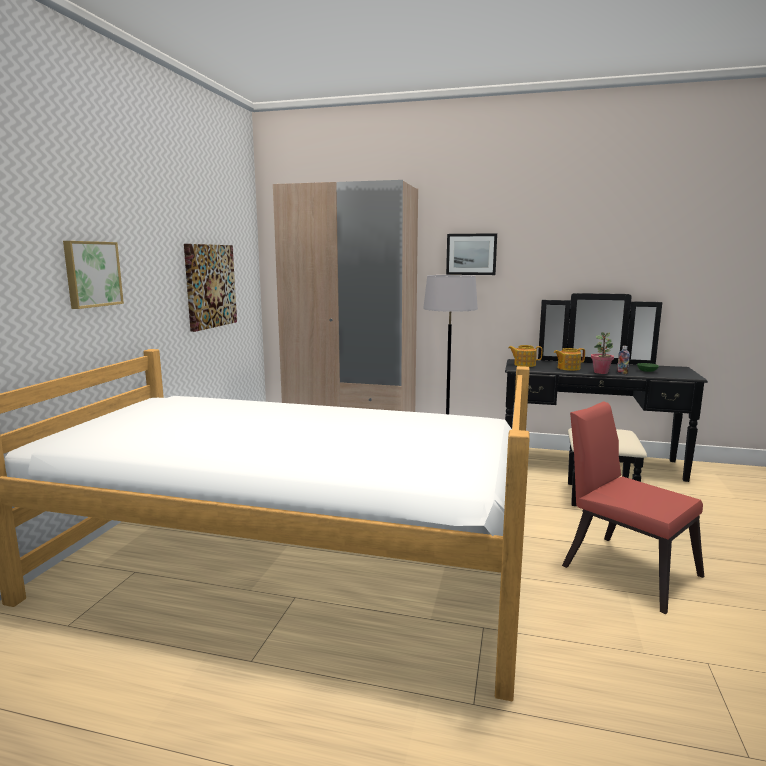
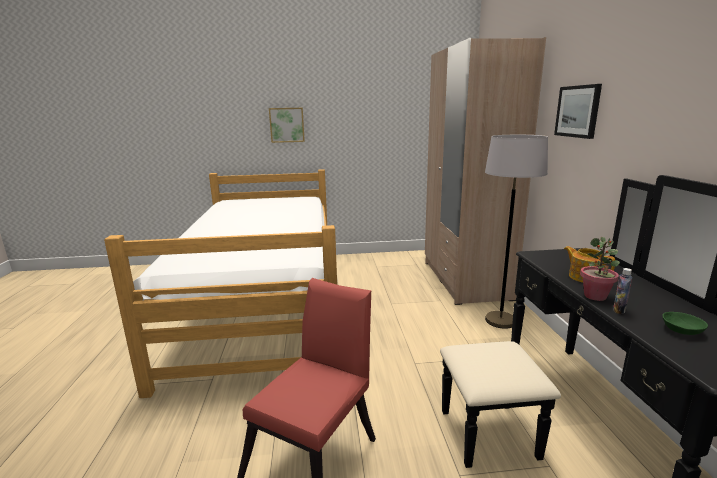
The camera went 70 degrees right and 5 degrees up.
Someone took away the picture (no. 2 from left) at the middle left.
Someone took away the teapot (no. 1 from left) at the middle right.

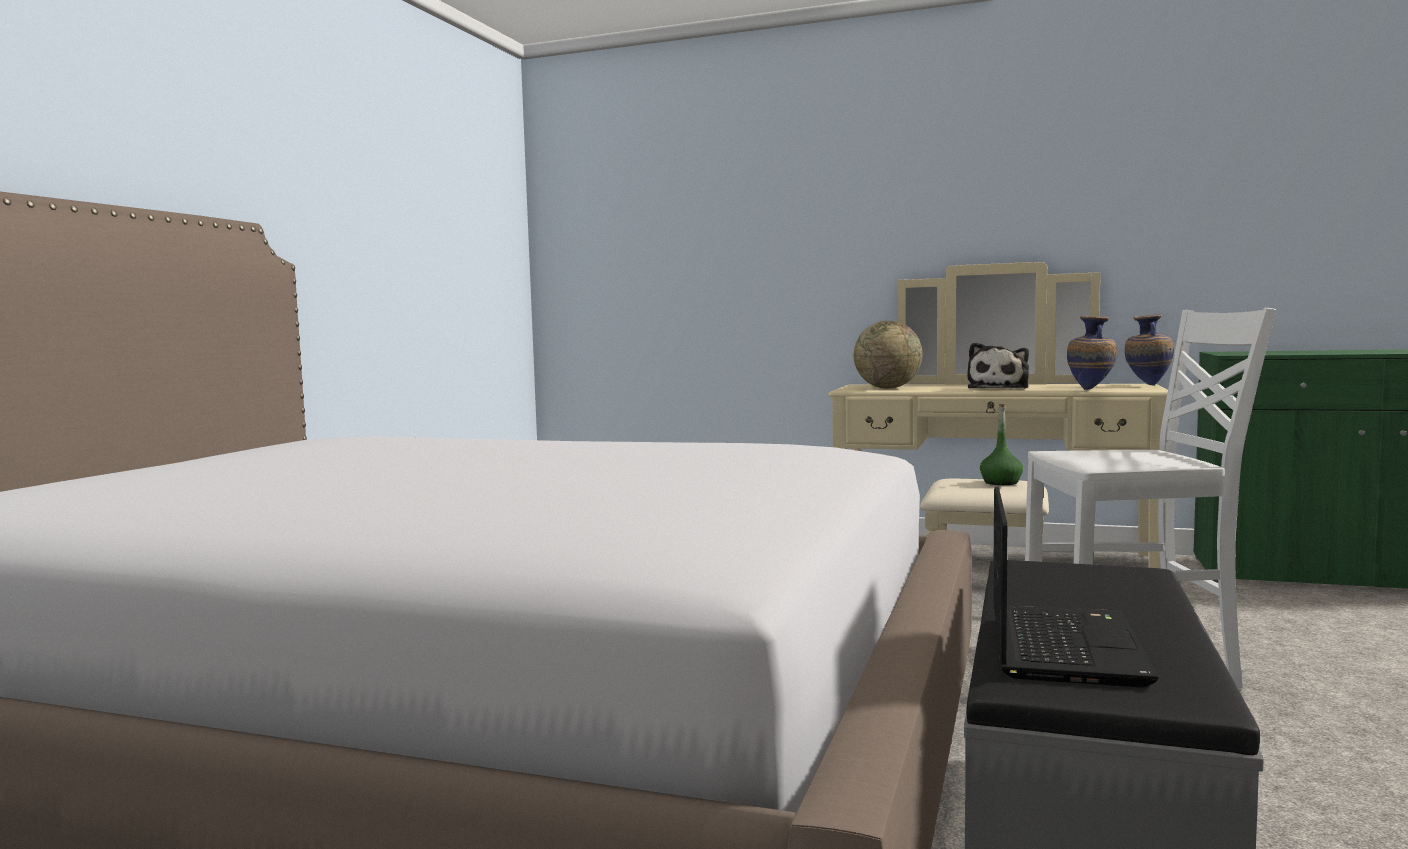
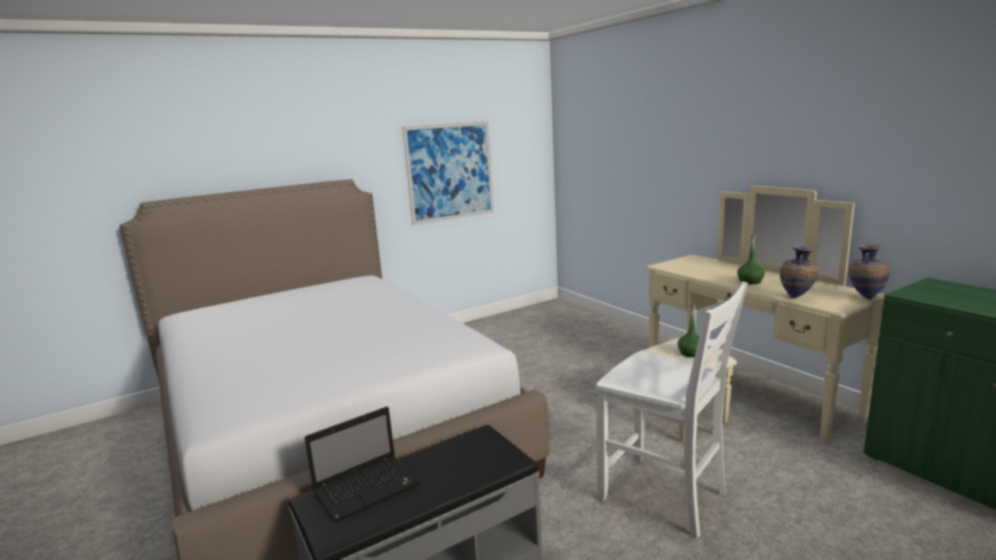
The camera went 40 degrees right and 10 degrees up.
Someone took away the globe at the centre.
Someone swapped the plush toy at the middle right for the green bottle (no. 2 from left) at the middle right.
Someone put up the picture at the top centre.

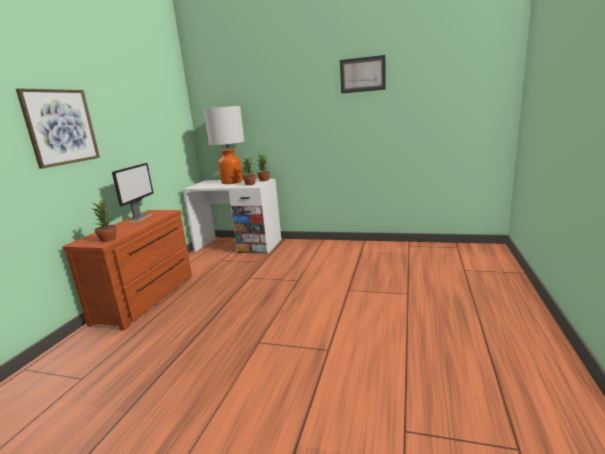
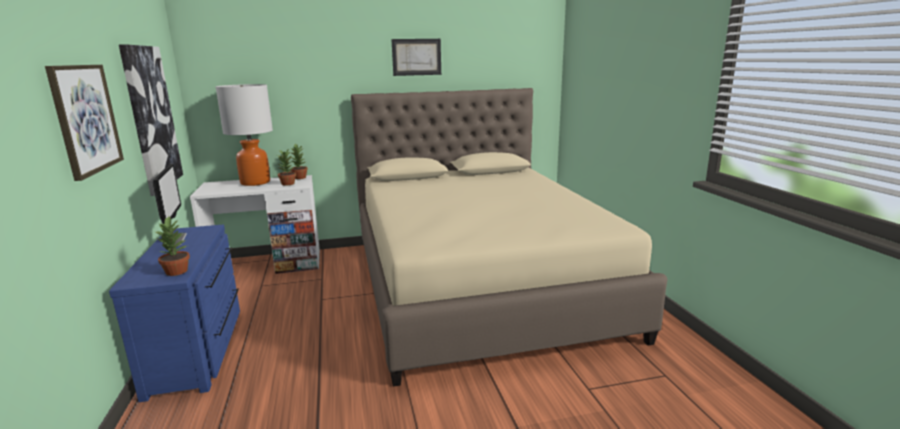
The camera went 30 degrees left and 0 degrees up.
Someone repainted the brown dresser at the middle left, which became the blue dresser at the bottom left.
Someone put up the picture (no. 2 from left) at the top left.
Someone put down the beige bed at the centre.

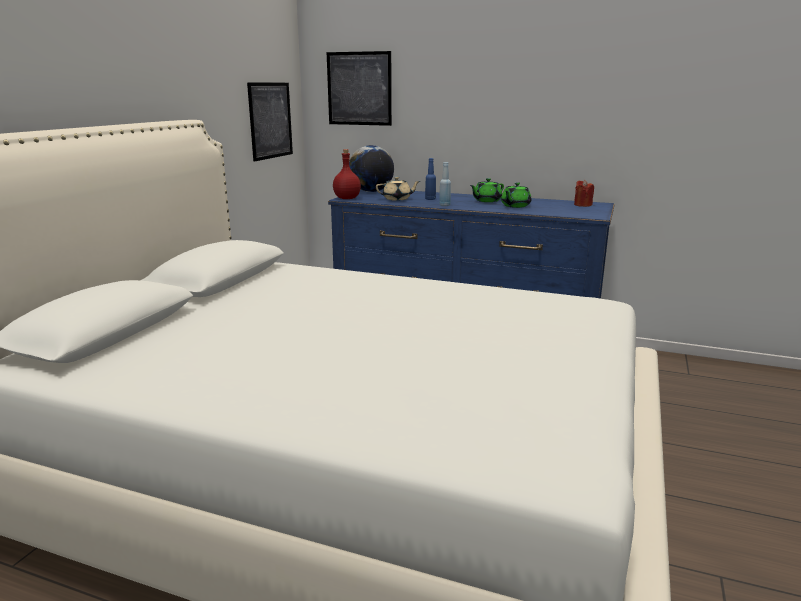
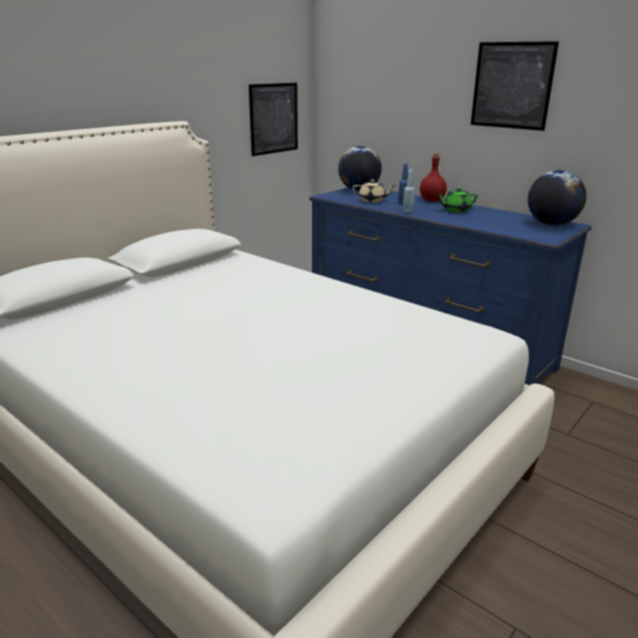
The camera went 20 degrees right and 5 degrees up.
Someone carried the picture (no. 2 from left) from the top centre to the top right.
Someone carried the red bottle from the top centre to the top right.
Someone took away the green teapot (no. 2 from left) at the top centre.
Someone swapped the red candle at the top right for the globe (no. 2 from left) at the top right.

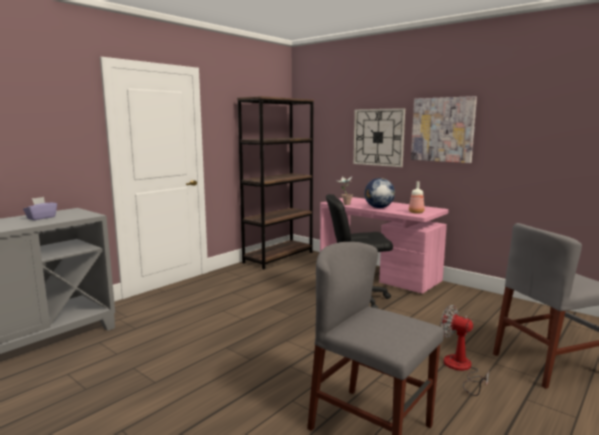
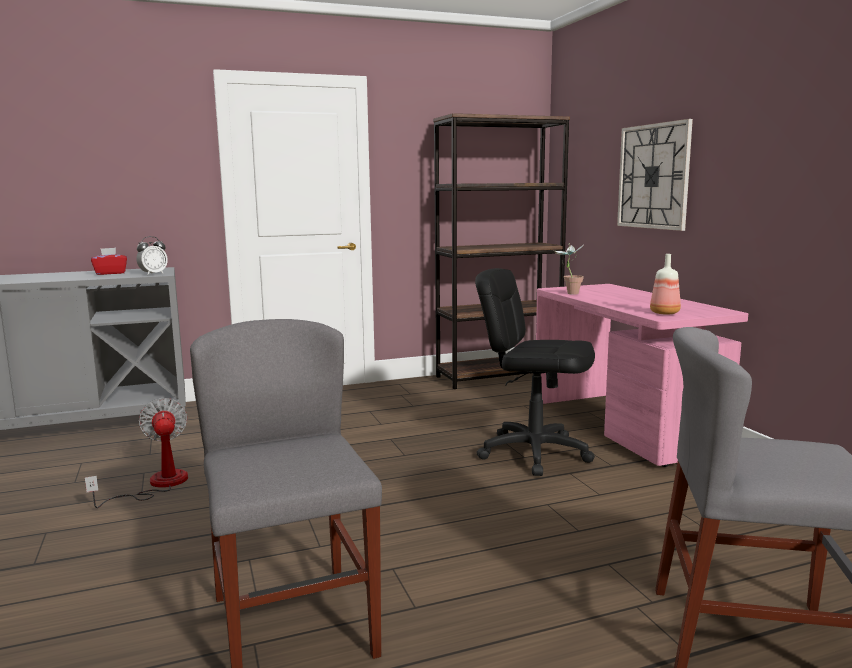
The camera went 30 degrees right and 0 degrees up.
Someone repainted the purple tissue box at the middle left, which became the red tissue box at the middle left.
Someone took away the globe at the centre.
Someone took away the picture at the top right.
Someone carried the fan from the bottom right to the bottom left.
Someone put down the alarm clock at the middle left.

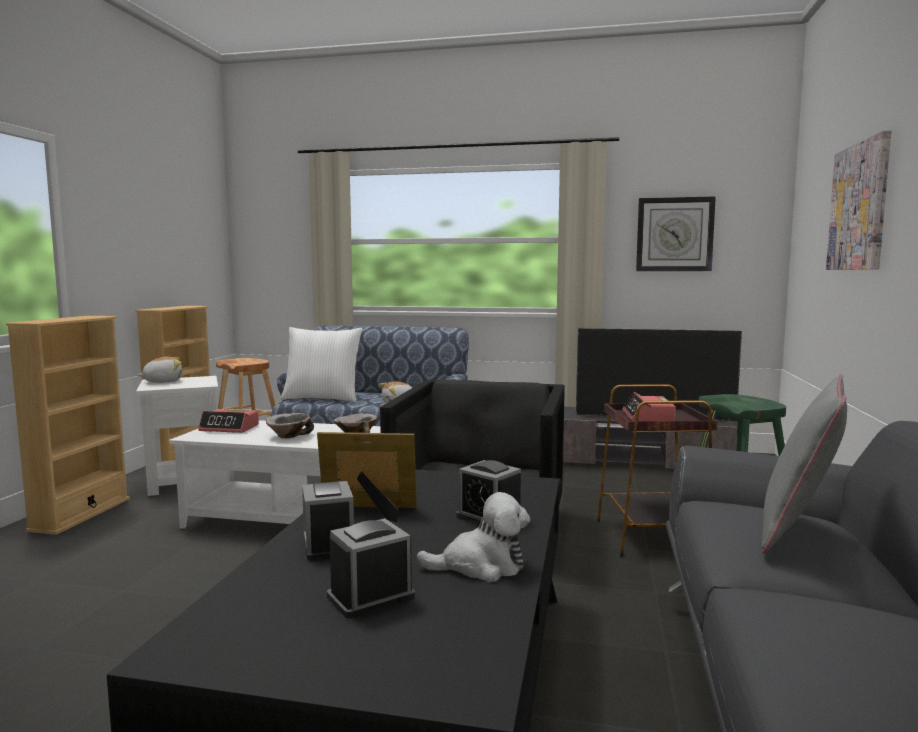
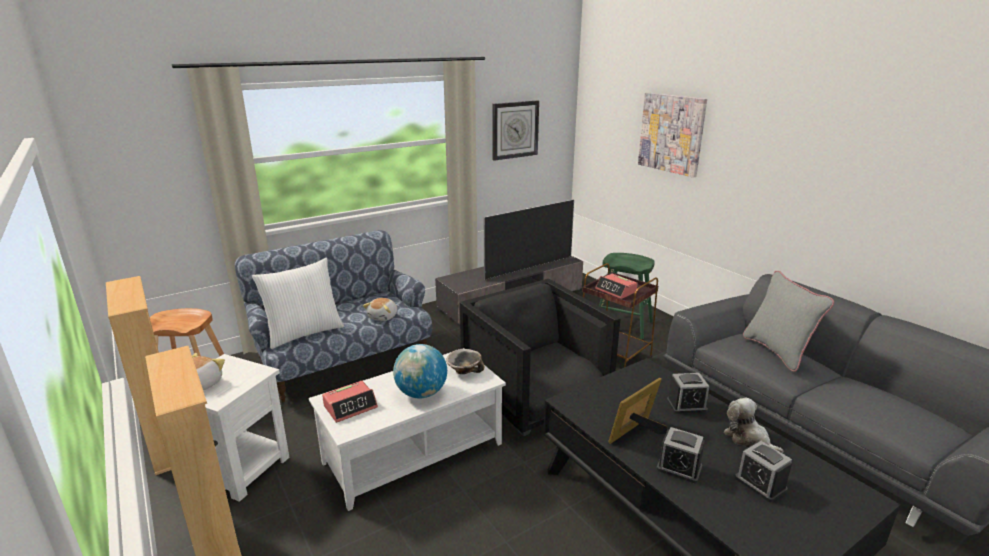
The camera went 45 degrees left and 15 degrees up.
Someone swapped the bowl (no. 1 from left) at the middle left for the globe at the bottom centre.
Someone rotated the alarm clock (no. 3 from left in the first image) at the bottom centre by 45 degrees counterclockwise.
Someone rotated the plush toy (no. 3 from left) at the bottom centre by 75 degrees counterclockwise.

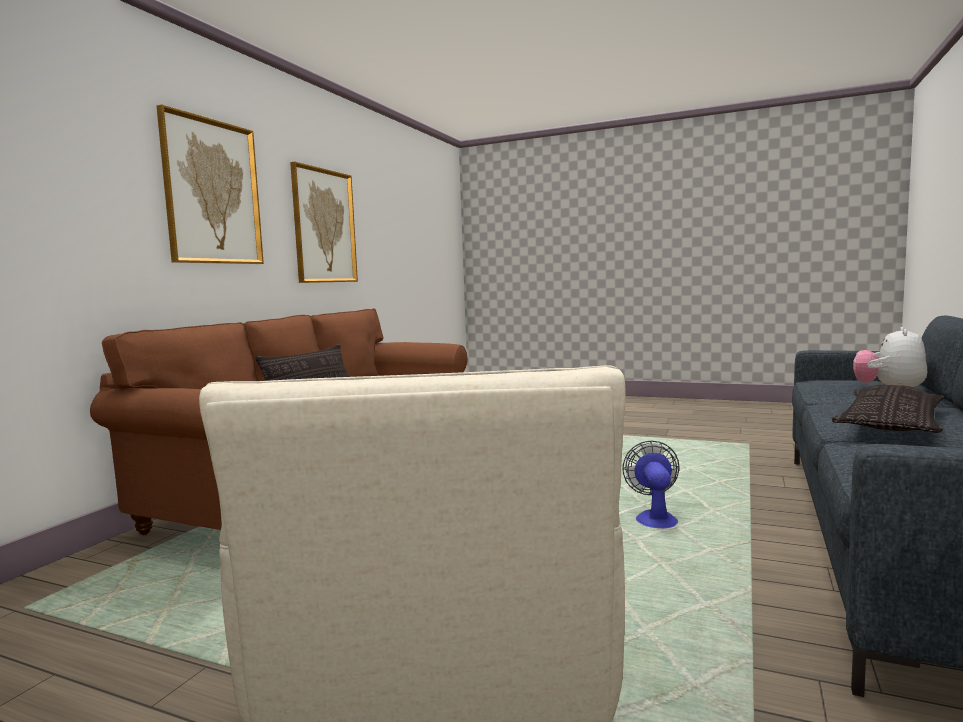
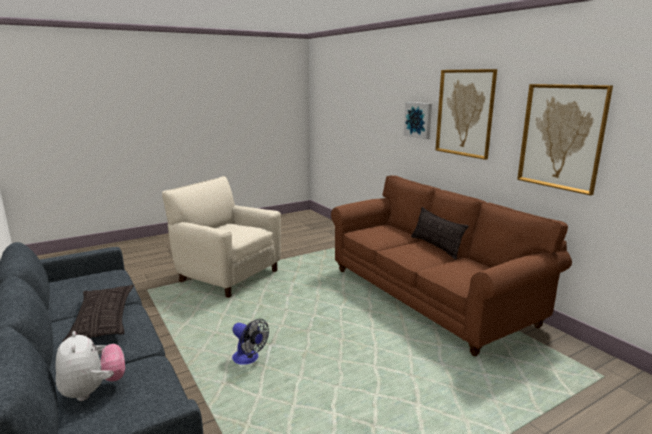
The camera went 125 degrees right and 10 degrees up.
Someone put up the picture (no. 1 from left) at the top centre.

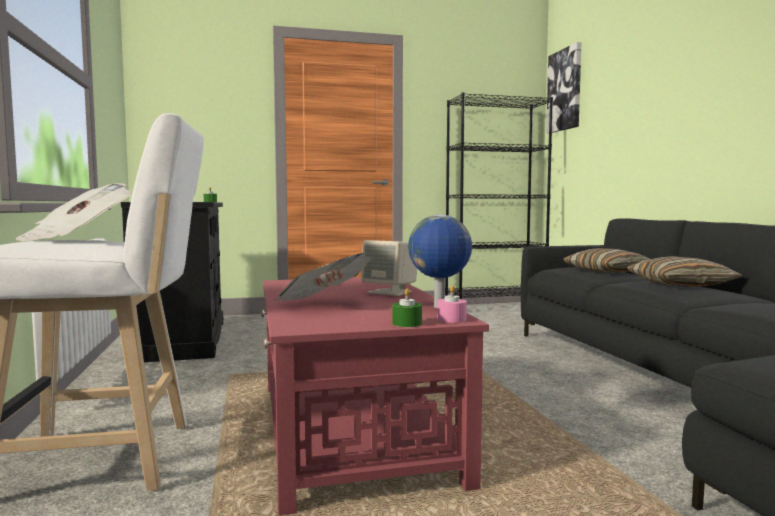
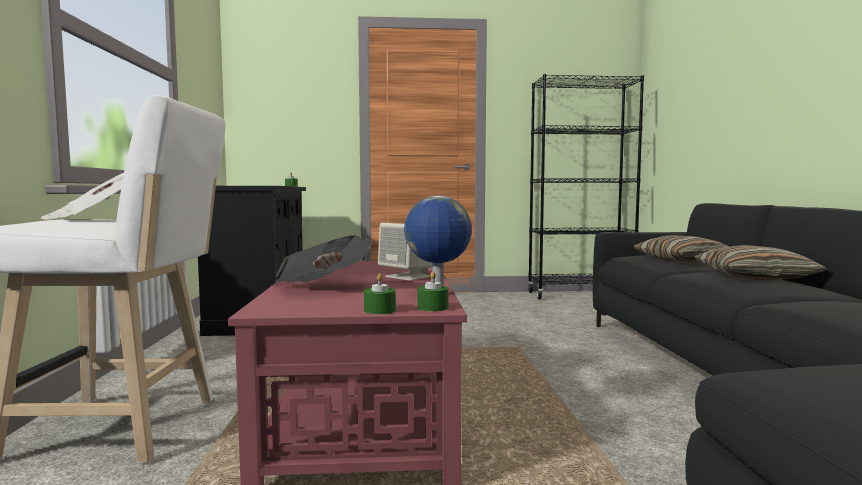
The camera went 10 degrees right and 0 degrees up.
Someone repainted the pink candle at the centre, which became the green candle (no. 3 from left) at the centre.
Someone took away the picture at the top right.

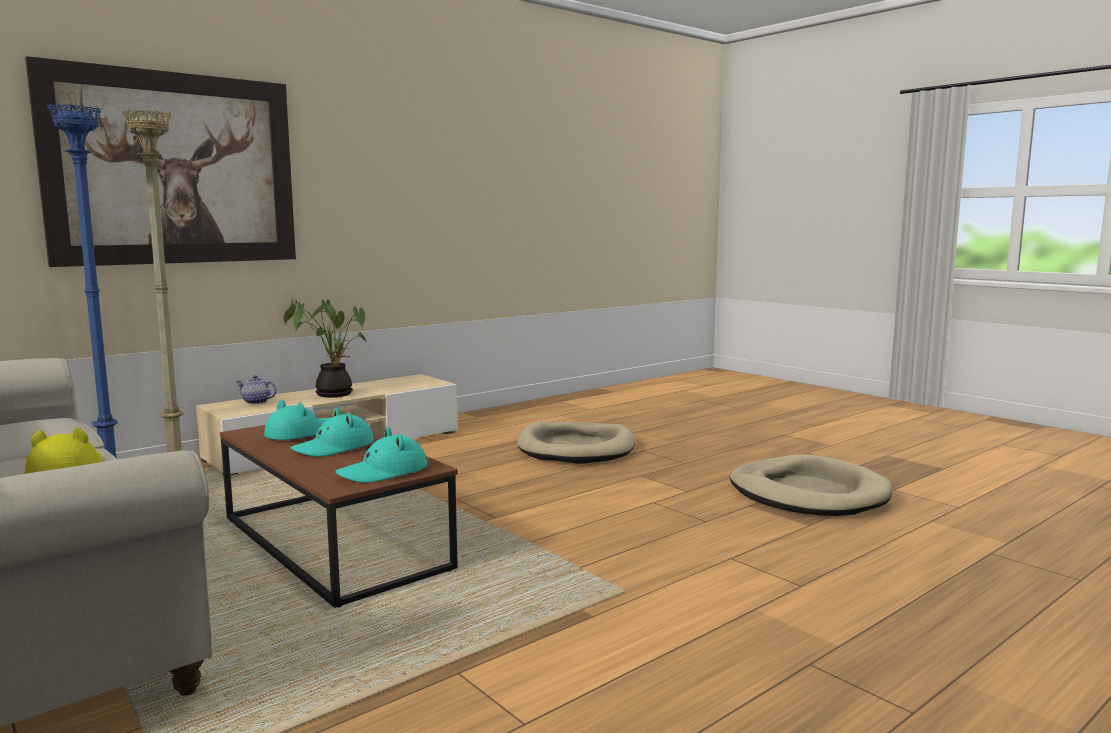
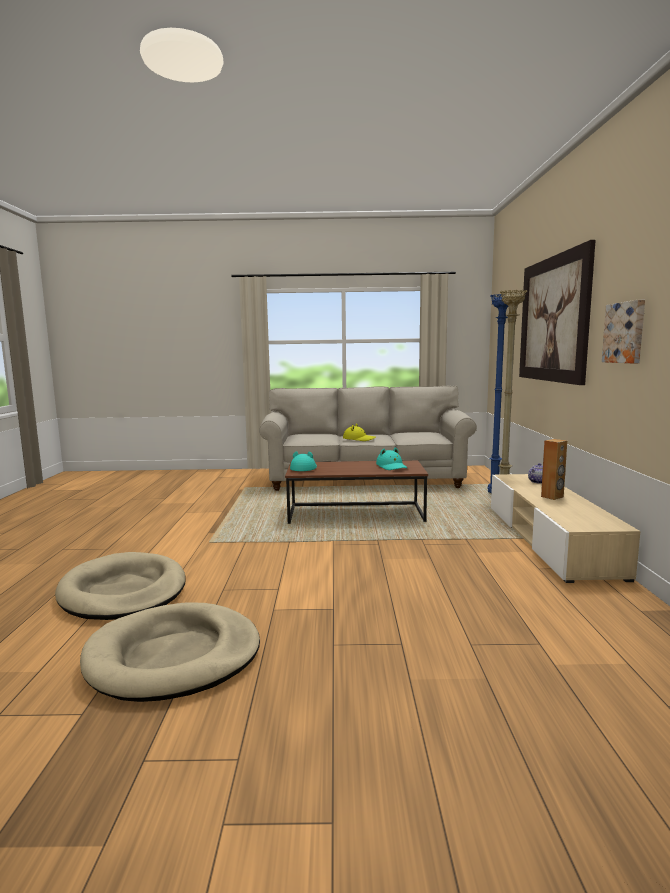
The camera went 130 degrees right and 0 degrees up.
Someone swapped the potted plant at the middle left for the brown speaker at the middle right.
Someone took away the turquoise hat (no. 2 from left) at the middle left.
Someone carried the beige dog bed (no. 1 from left) from the centre to the middle left.
Someone put up the picture (no. 2 from left) at the middle right.

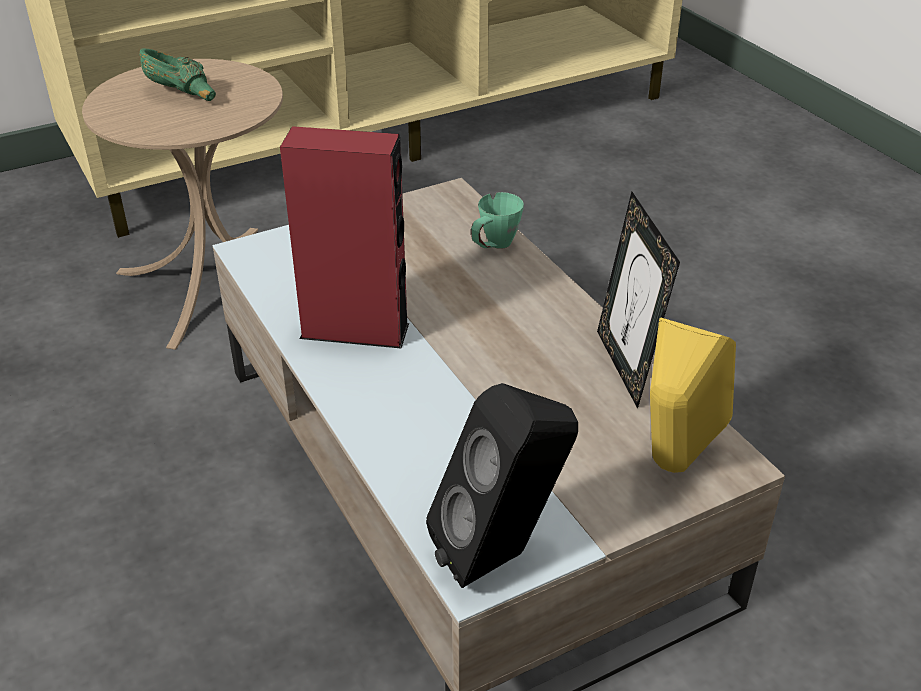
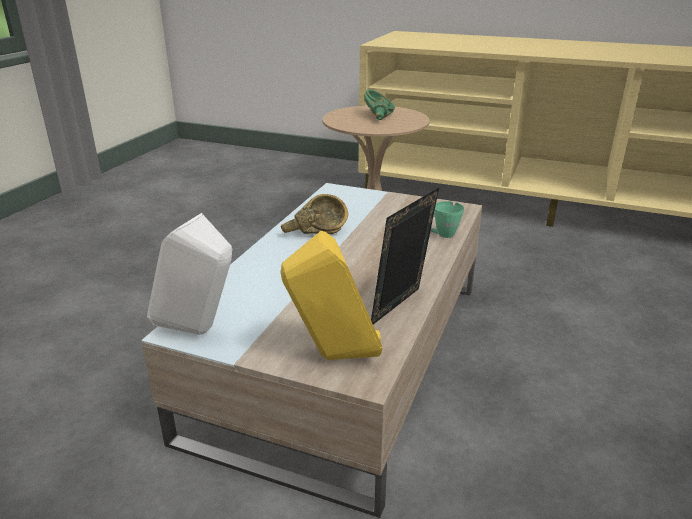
The camera went 50 degrees right and 10 degrees down.
Someone swapped the red speaker at the centre for the brown bowl at the centre.
Someone repainted the black speaker at the bottom centre, which became the white speaker at the middle left.

